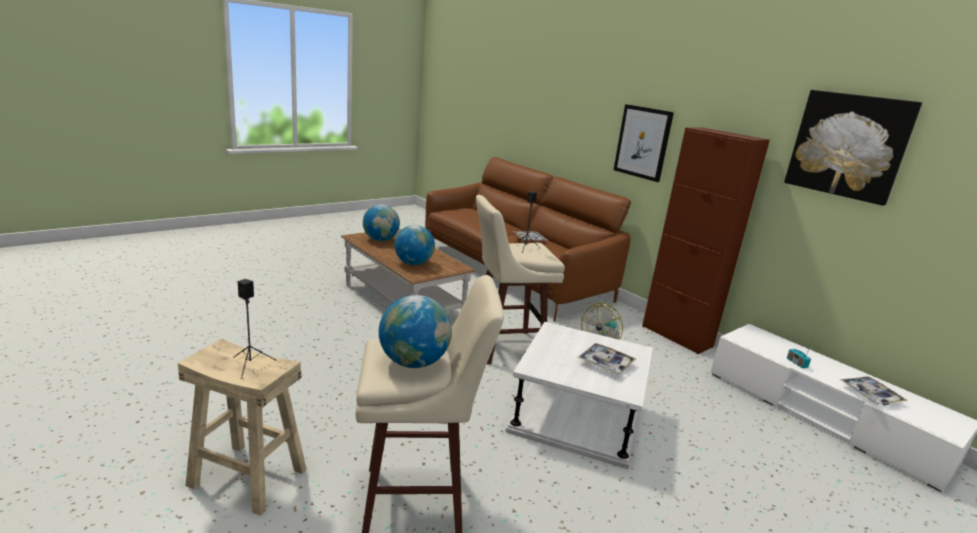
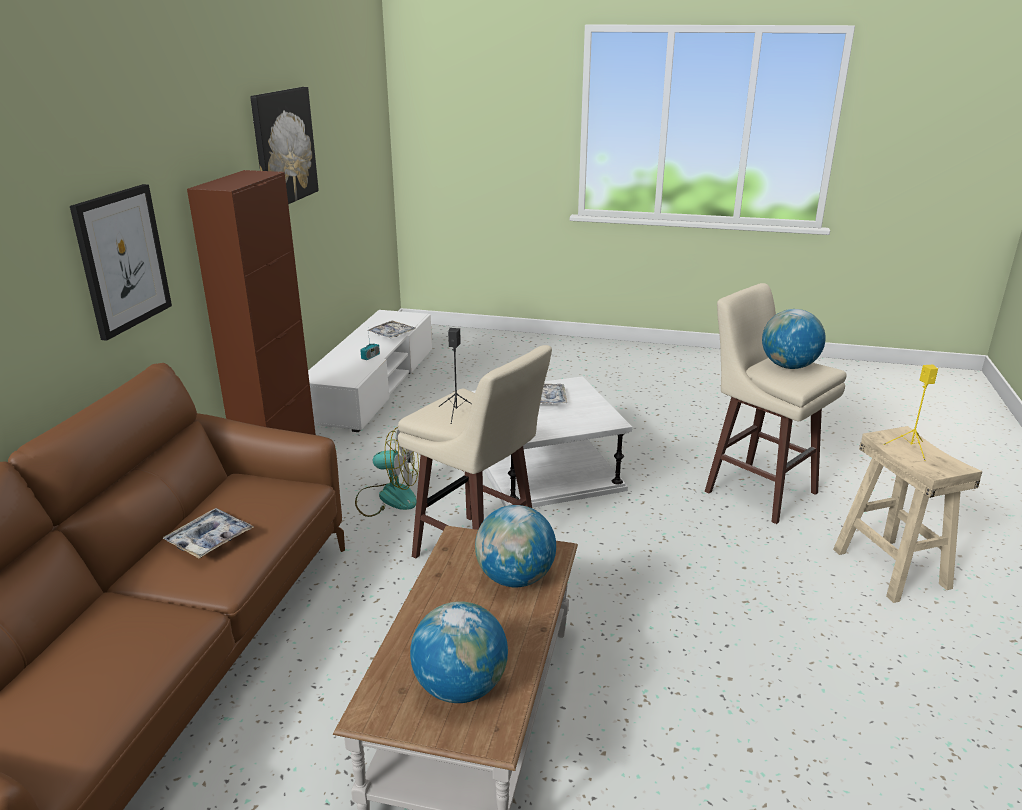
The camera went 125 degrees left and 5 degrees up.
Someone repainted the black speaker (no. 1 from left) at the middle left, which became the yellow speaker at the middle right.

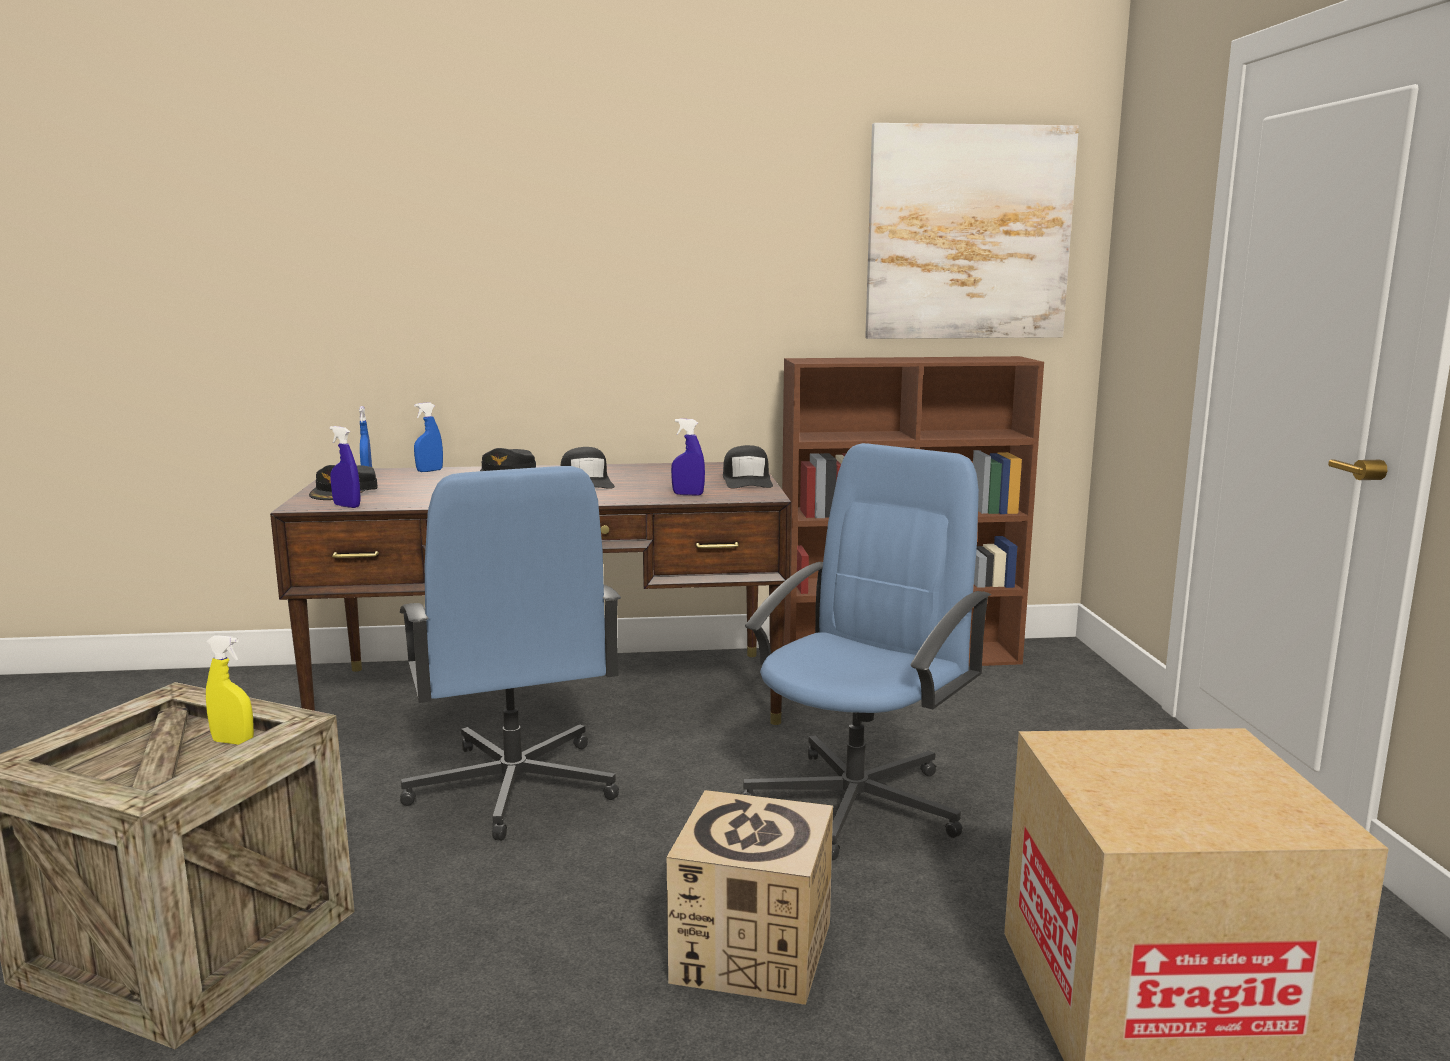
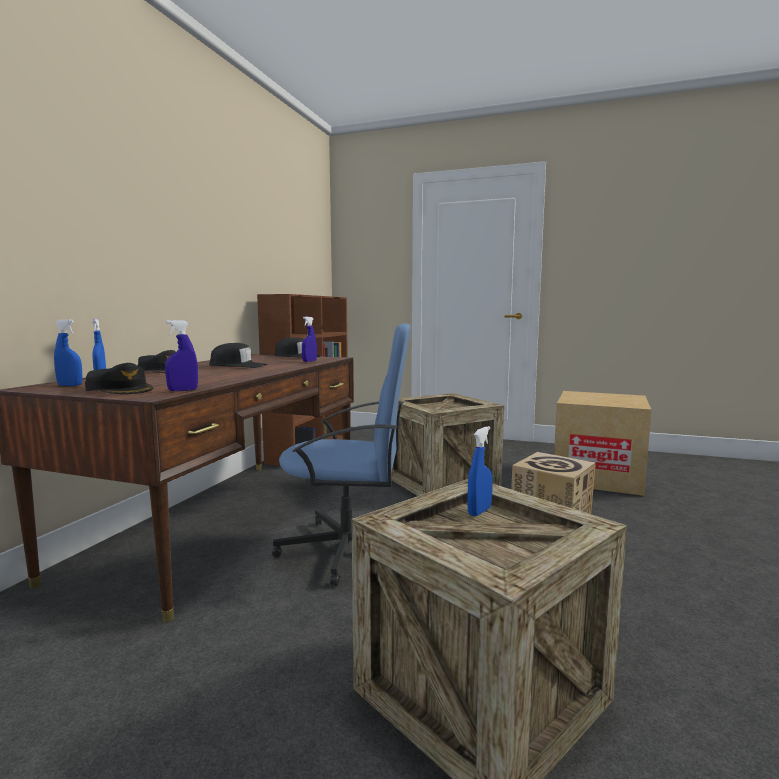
The camera went 65 degrees left and 5 degrees down.
Someone repainted the yellow spray bottle at the middle left, which became the blue spray bottle (no. 5 from left) at the centre.
Someone swapped the blue office chair (no. 2 from left) at the centre for the crate (no. 1 from left) at the centre.
Someone took away the picture at the top right.

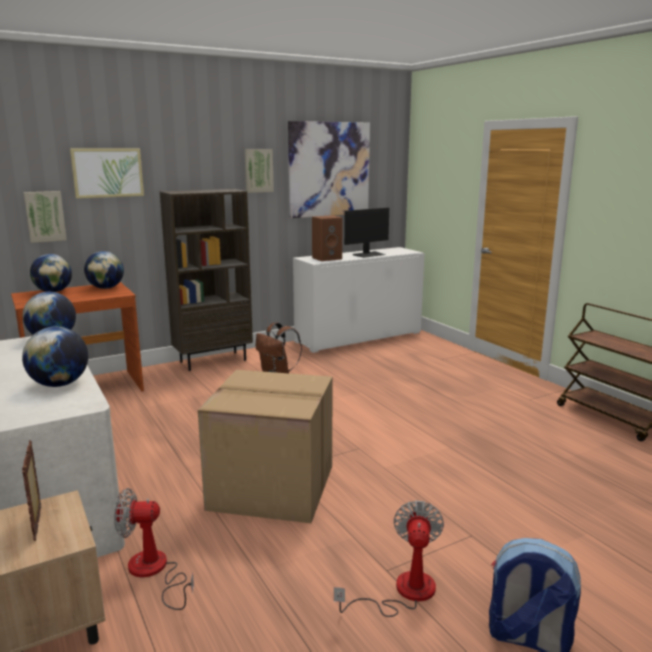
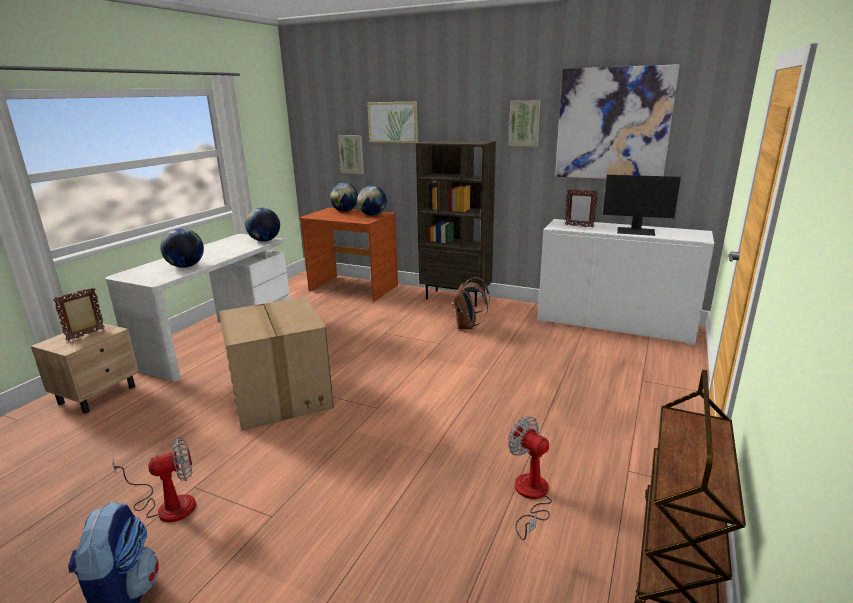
The camera went 55 degrees right and 5 degrees up.
Someone carried the fan (no. 1 from left in the first image) from the bottom left to the bottom centre.
Someone swapped the brown speaker at the centre for the picture frame (no. 2 from left) at the middle right.

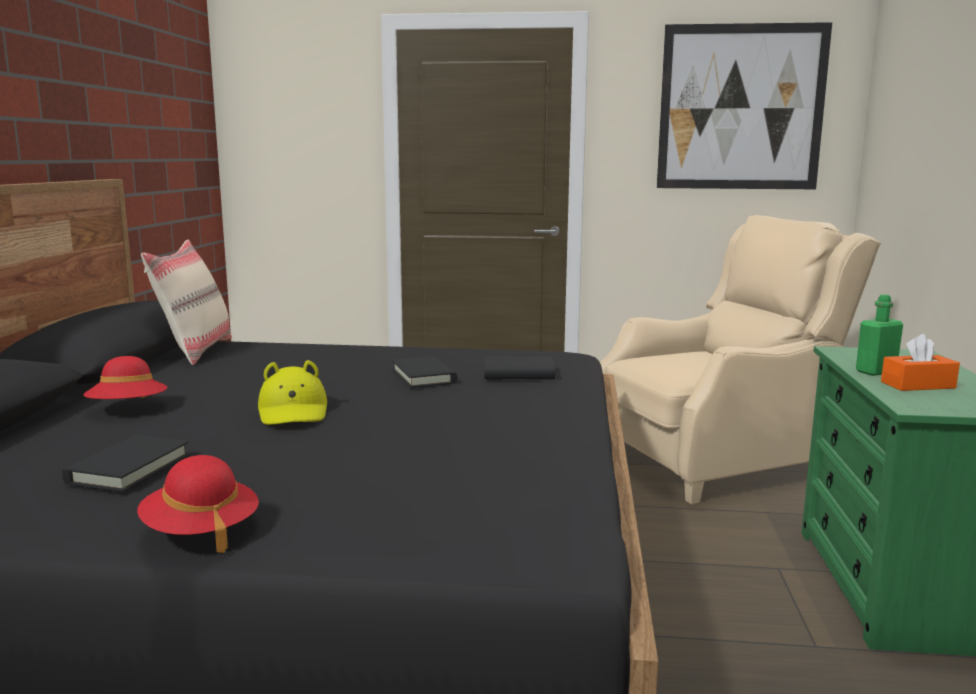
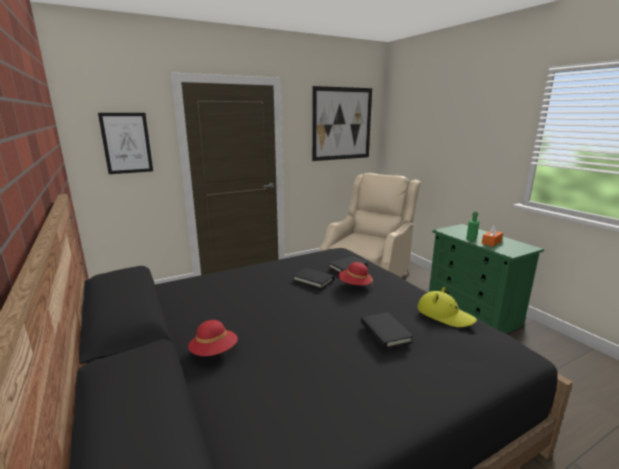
The camera went 35 degrees left and 5 degrees up.
Someone carried the black book (no. 1 from left in the first image) from the bottom left to the bottom centre.
Someone carried the red hat (no. 2 from left) from the bottom left to the centre.
Someone took away the beige pillow at the middle left.
Someone carried the yellow hat from the middle left to the middle right.
Someone put up the picture (no. 1 from left) at the top left.

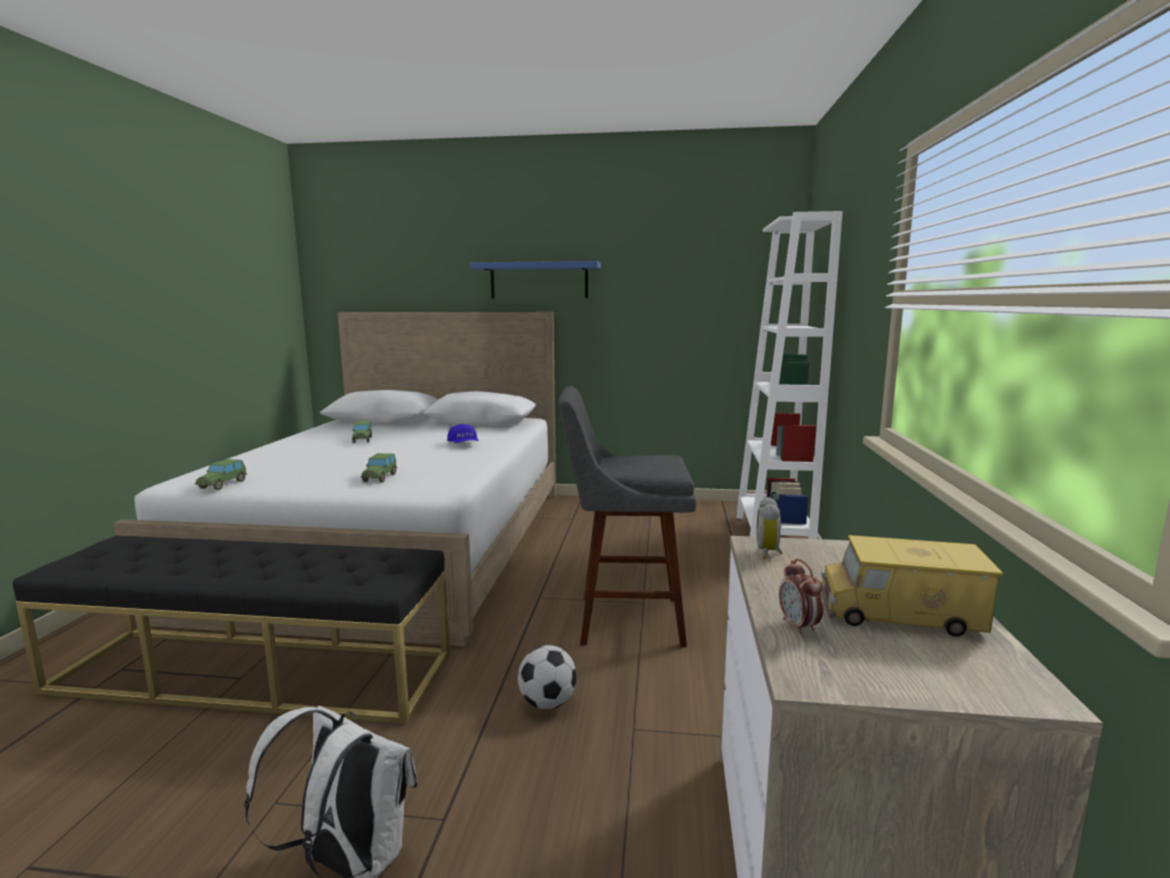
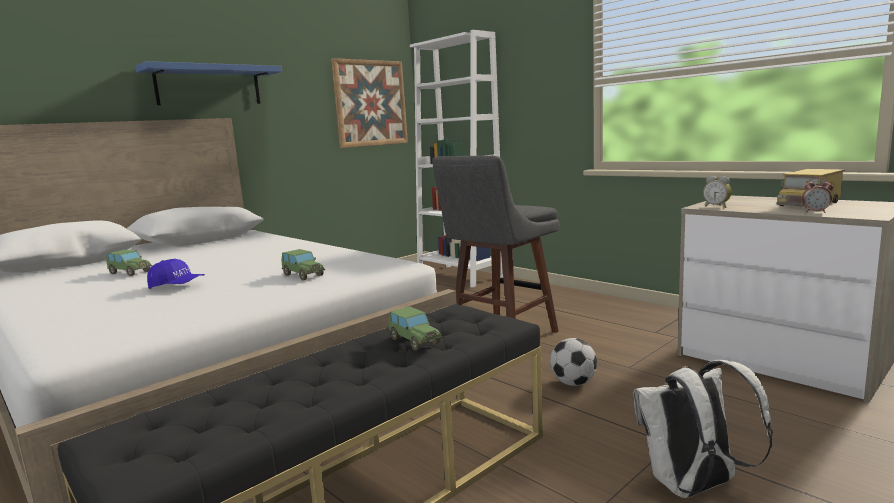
The camera went 50 degrees left and 0 degrees up.
Someone carried the toy car (no. 1 from left in the first image) from the middle left to the centre.
Someone carried the blue cap from the centre to the middle left.
Someone put up the picture at the top centre.

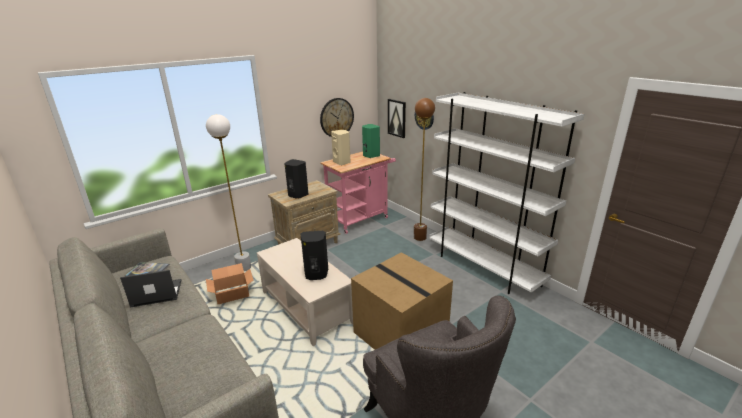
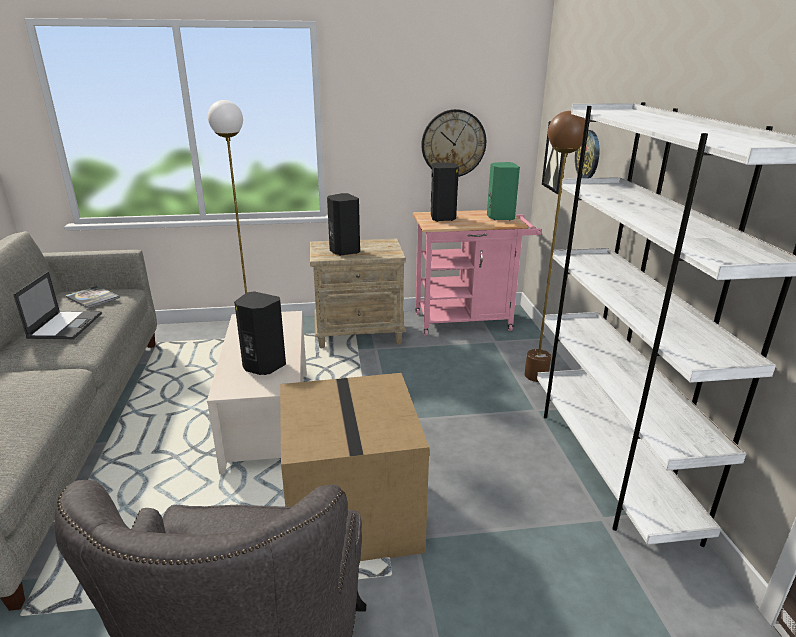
The camera went 30 degrees right and 0 degrees up.
Someone rotated the laptop at the bottom left by 75 degrees clockwise.
Someone took away the cardboard box (no. 1 from left) at the bottom left.
Someone repainted the beige speaker at the centre, which became the black speaker (no. 3 from left) at the top centre.

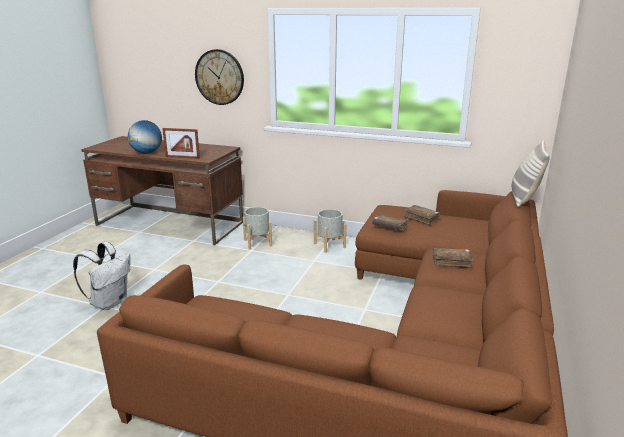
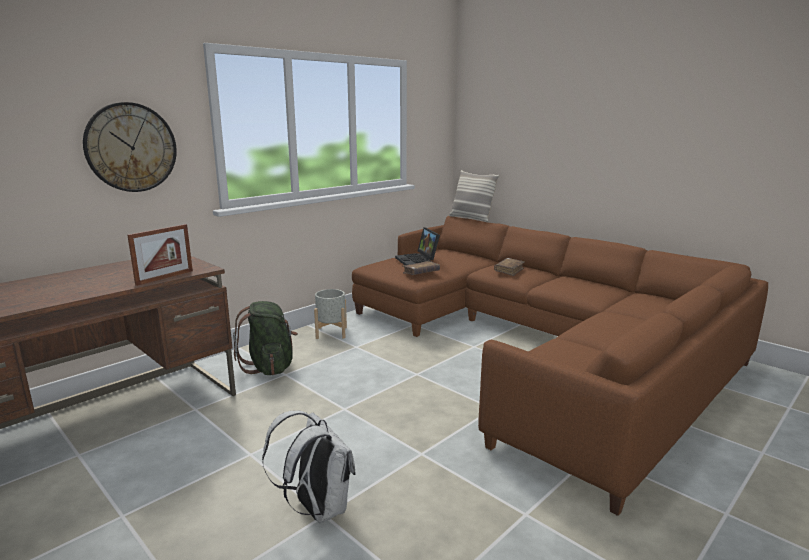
The camera went 65 degrees left and 5 degrees down.
Someone took away the globe at the top left.
Someone swapped the grey planter (no. 1 from left) at the centre for the green backpack at the middle left.
Someone swapped the brown book (no. 2 from left) at the middle right for the laptop at the centre.

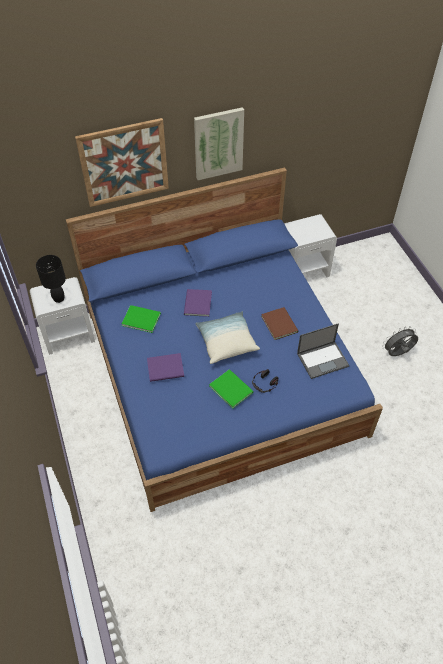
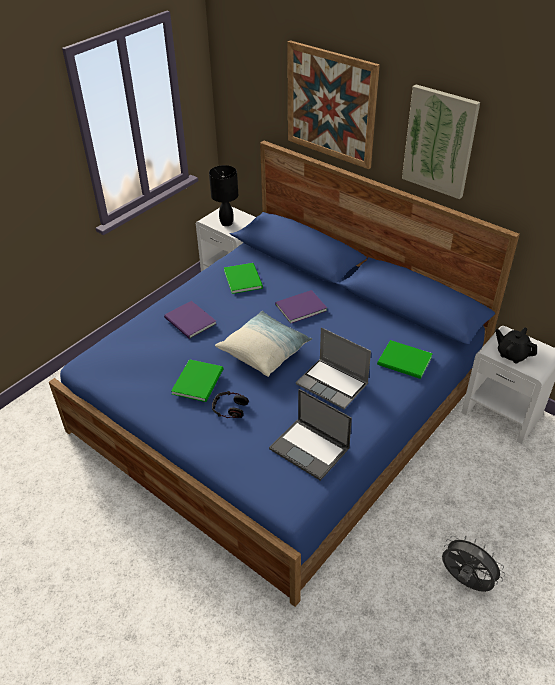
The camera went 60 degrees right and 10 degrees down.
Someone swapped the brown book at the centre for the laptop (no. 2 from left) at the centre.
Someone put down the green book (no. 3 from left) at the middle right.
Someone put down the black teapot at the middle right.

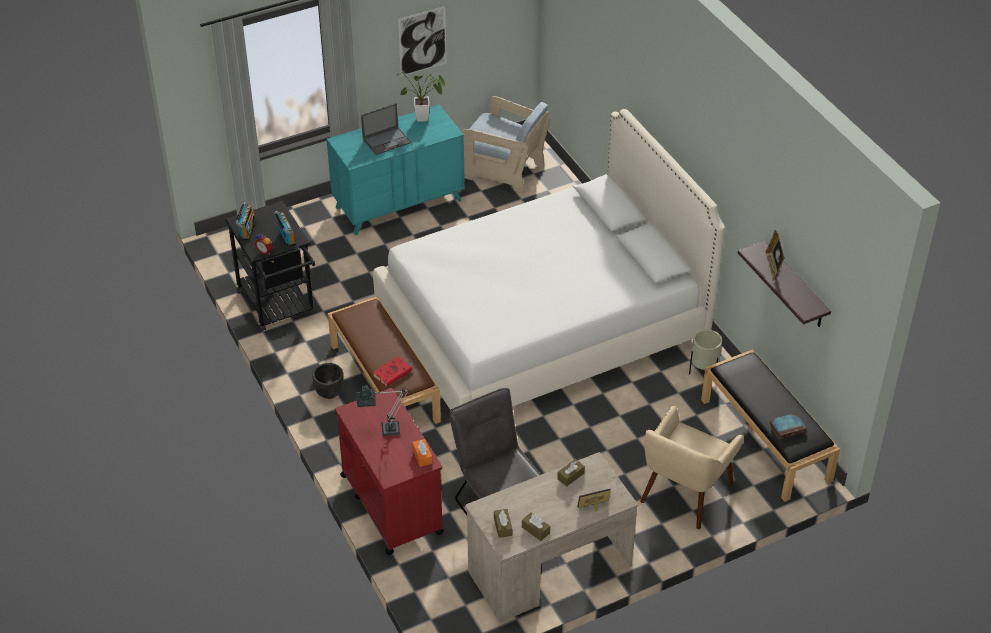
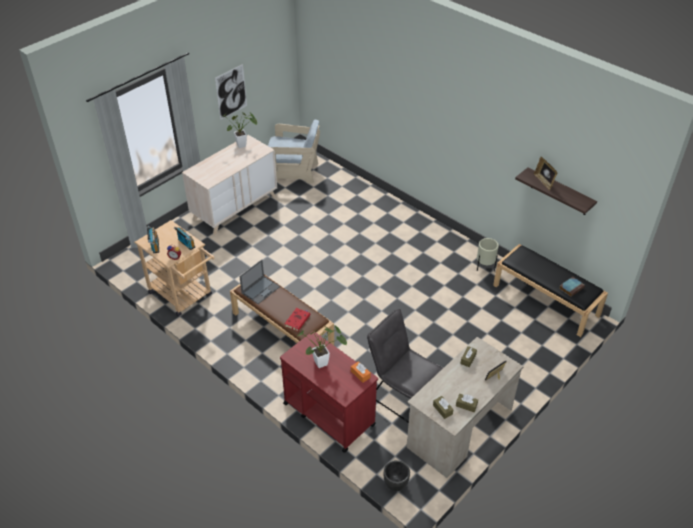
The camera went 20 degrees left and 0 degrees up.
Someone repainted the black cart at the middle left, which became the beige cart at the middle left.
Someone carried the black planter from the middle left to the bottom centre.
Someone repainted the turquoise dresser at the top centre, which became the beige dresser at the middle left.
Someone swapped the table lamp at the centre for the potted plant (no. 2 from left) at the centre.
Someone carried the laptop from the top centre to the centre.
Someone took away the white bed at the centre.
Someone took away the beige armchair (no. 2 from left) at the bottom right.

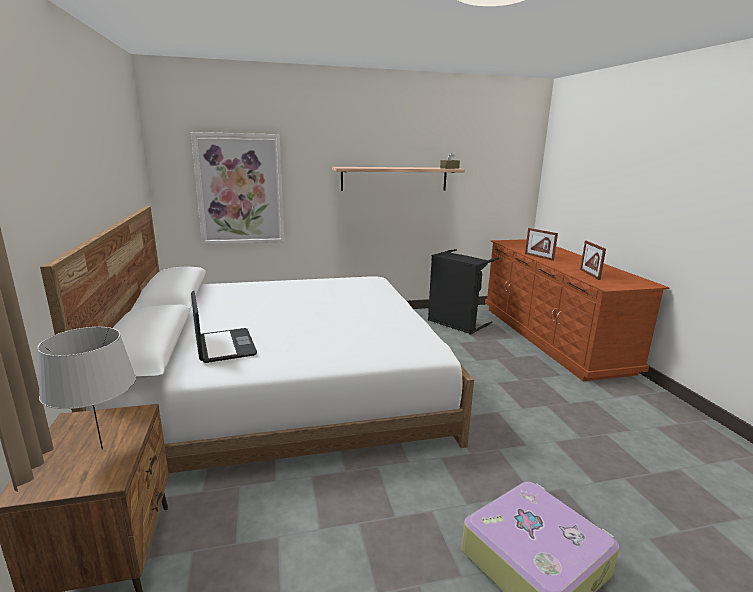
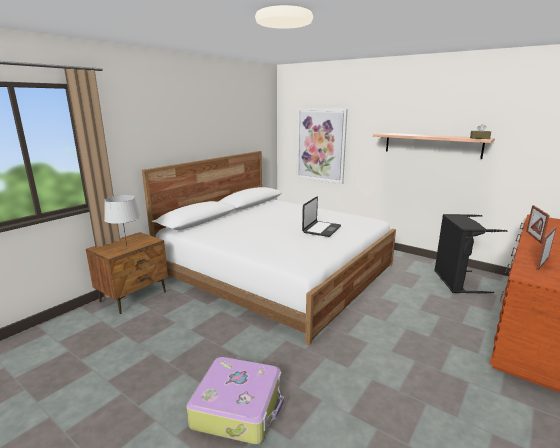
The camera went 50 degrees right and 0 degrees up.
Someone carried the laptop from the middle left to the centre.

